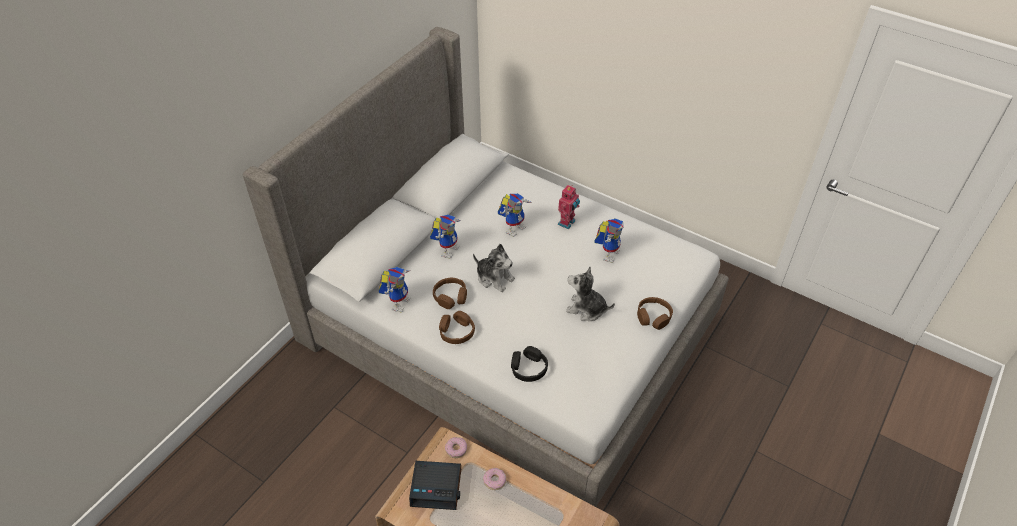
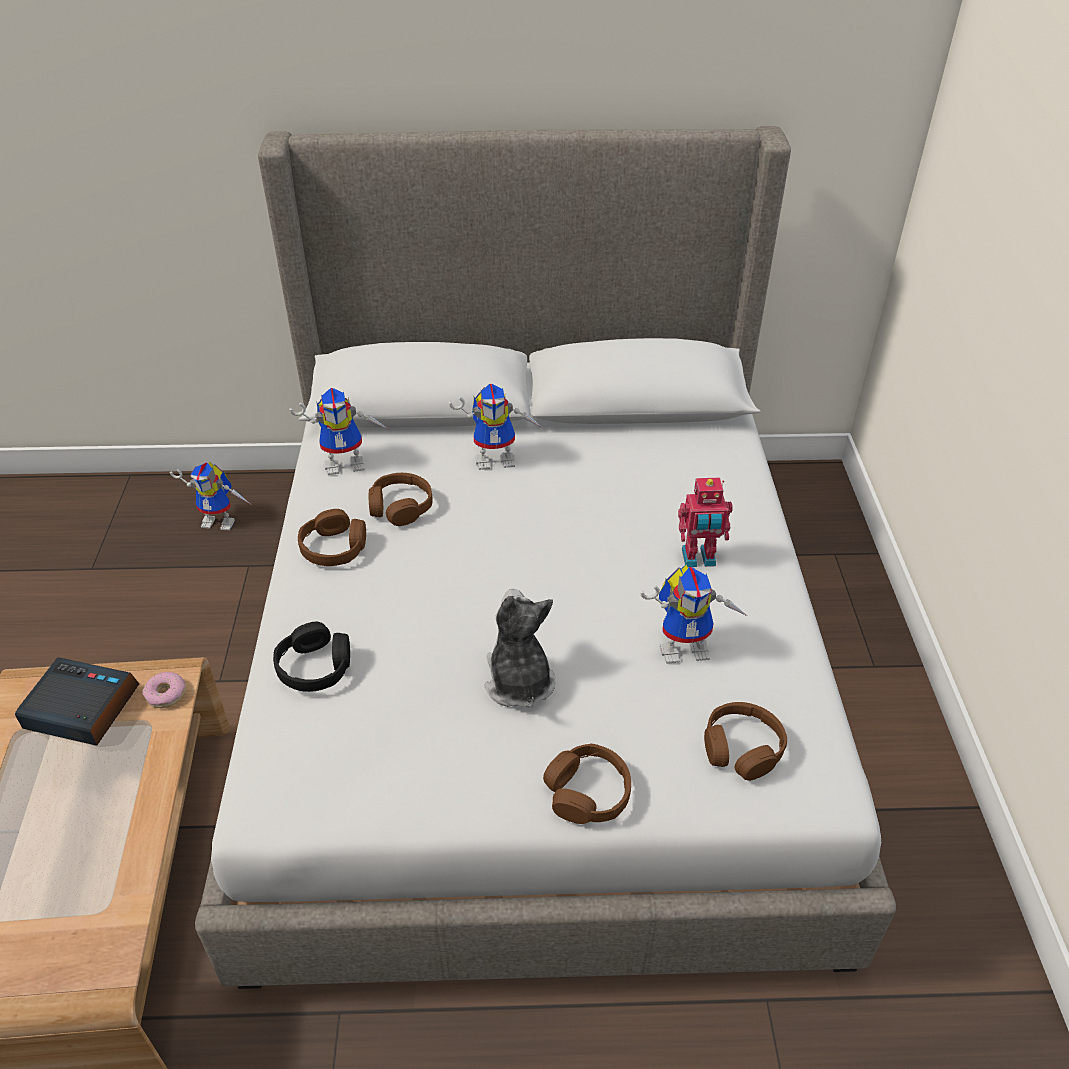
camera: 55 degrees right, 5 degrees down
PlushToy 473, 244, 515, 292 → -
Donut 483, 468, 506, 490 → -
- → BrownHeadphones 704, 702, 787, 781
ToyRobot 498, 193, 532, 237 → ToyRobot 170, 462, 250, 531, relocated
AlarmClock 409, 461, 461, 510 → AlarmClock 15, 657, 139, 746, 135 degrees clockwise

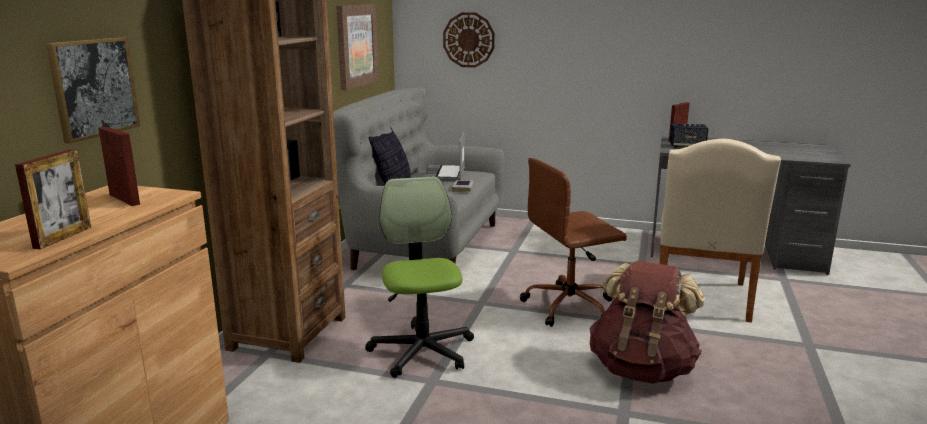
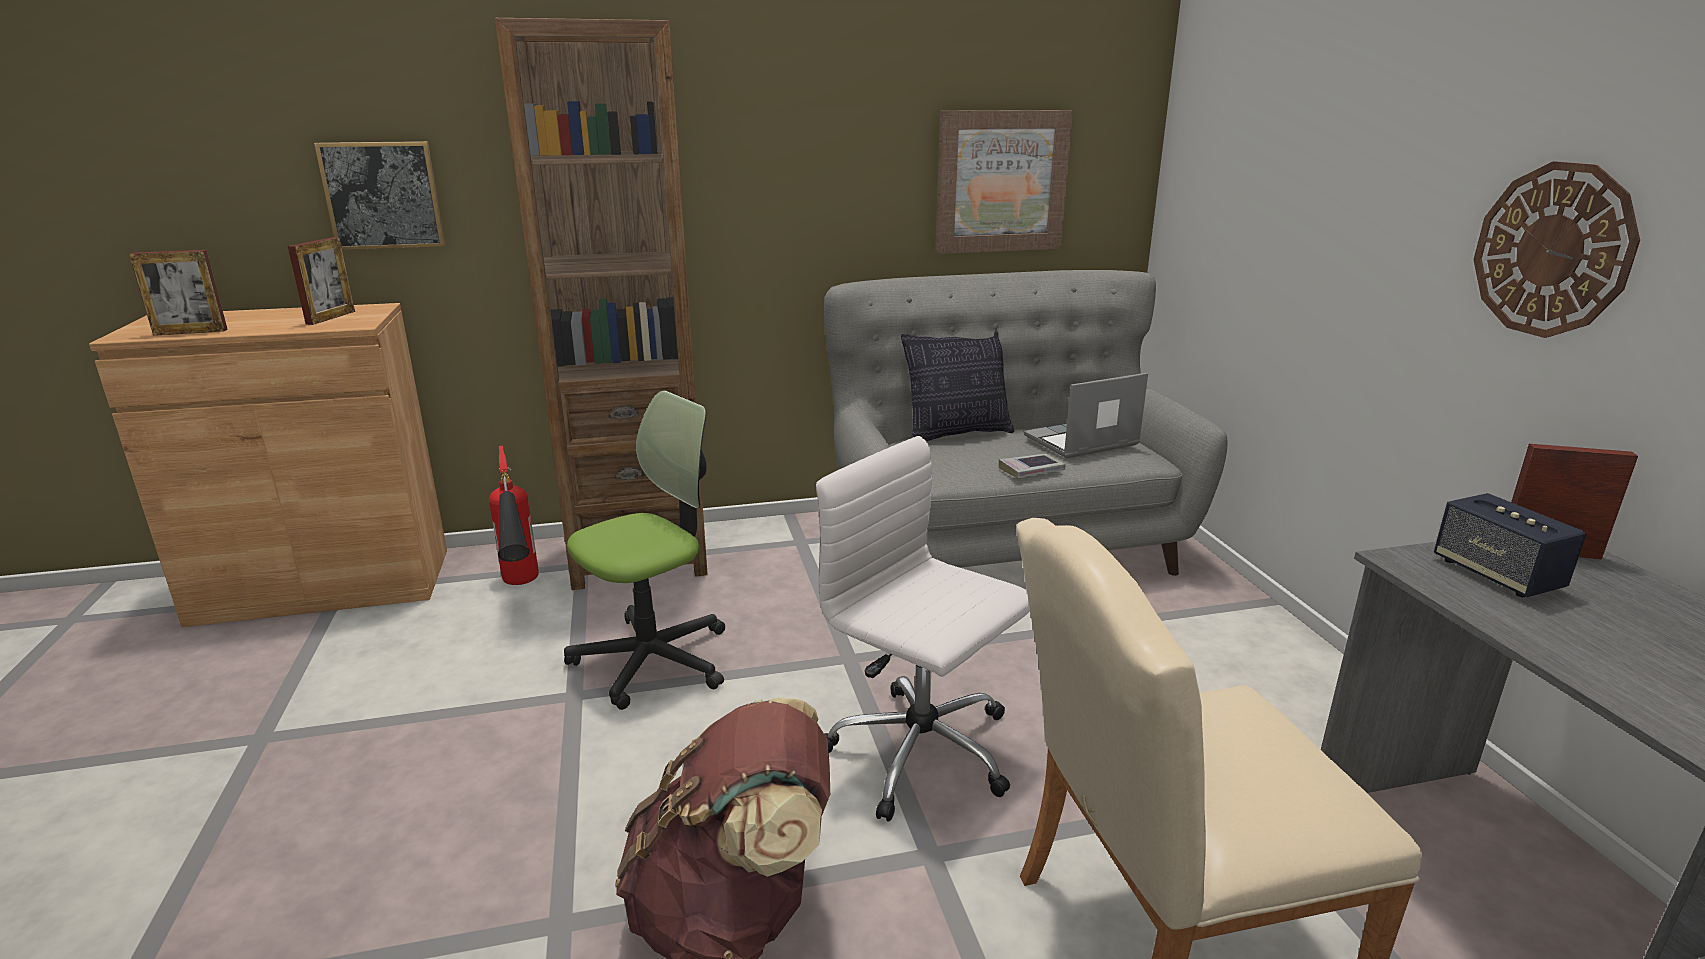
camera: 60 degrees right, 5 degrees up
- → FireExtinguisher 489, 446, 539, 585
WallClock 443, 12, 495, 68 → WallClock 1473, 161, 1640, 338, relocated
BrownOfficeChair 520, 158, 627, 327 → WhiteOfficeChair 816, 436, 1030, 822

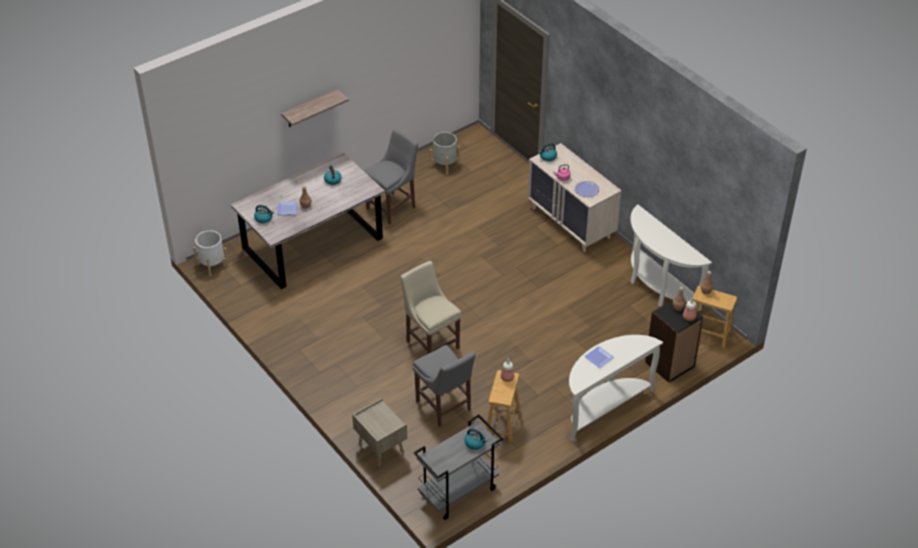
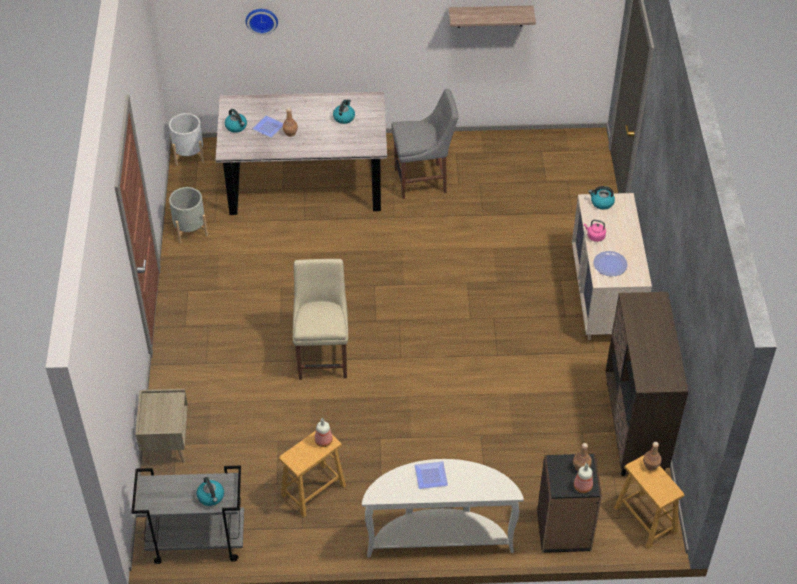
camera: 35 degrees right, 5 degrees up
GreyChair 413, 345, 476, 427 → -
- → WallClock 246, 9, 278, 35
Shelf 281, 89, 349, 127 → Shelf 449, 6, 536, 28, relocated
GreyPlanter 430, 132, 460, 175 → GreyPlanter 169, 187, 208, 243, relocated
WhiteConsoleTable 630, 205, 712, 311 → BrownCabinet 605, 292, 689, 476

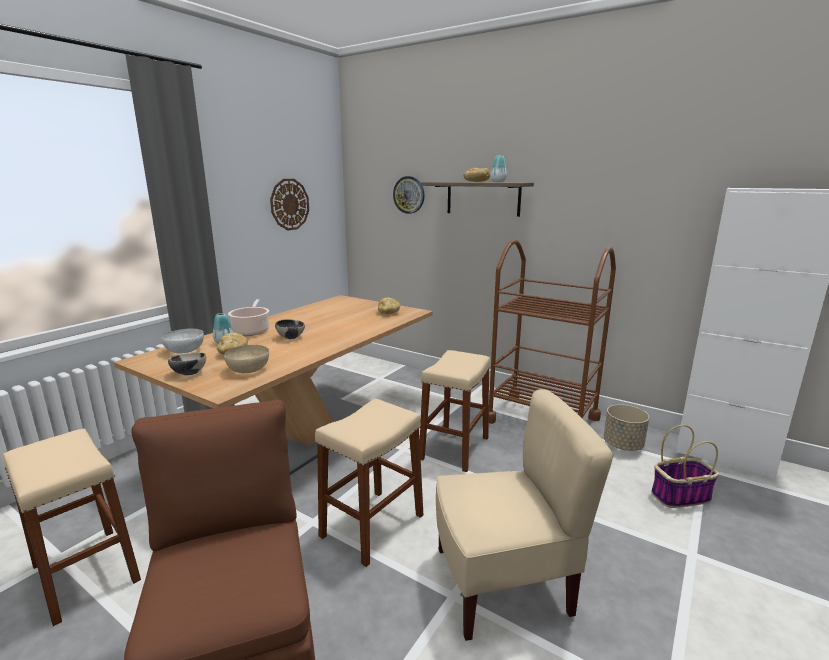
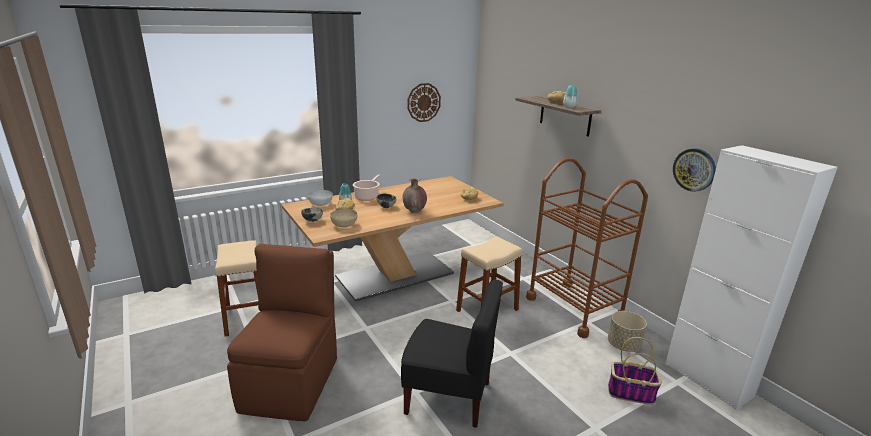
camera: 25 degrees right, 5 degrees up
BeigeStool 315, 399, 423, 567 → -
- → BrownVase 402, 178, 427, 213
WallClock 393, 176, 425, 214 → WallClock 673, 148, 716, 192, relocated
BeigeChair 436, 389, 614, 641 → BlackChair 401, 280, 503, 428

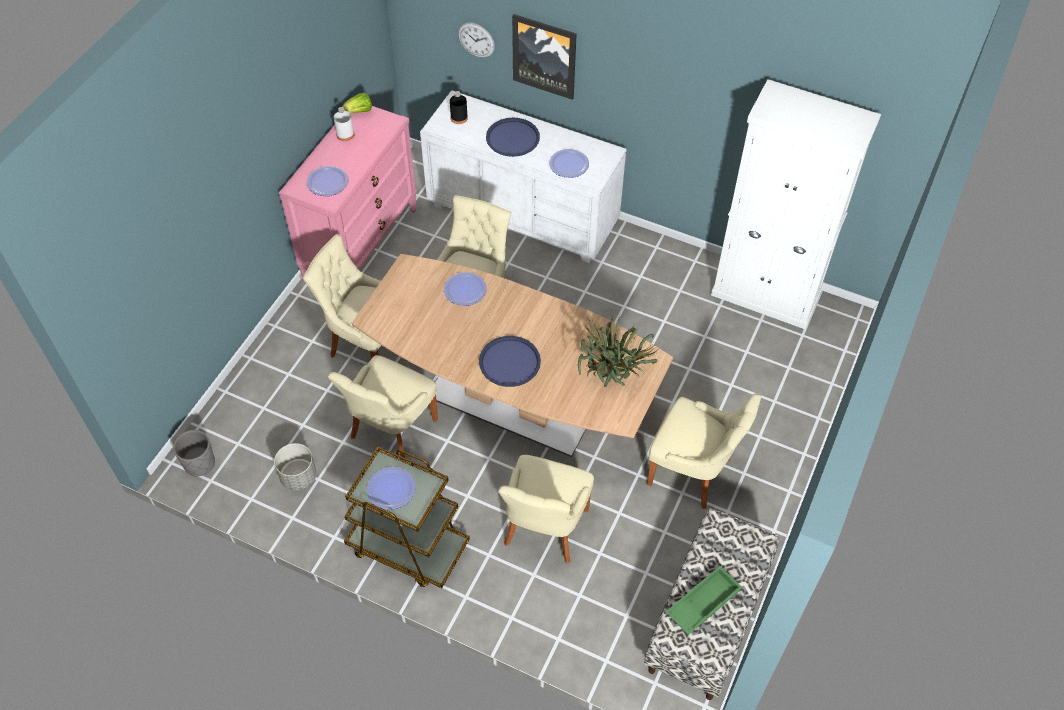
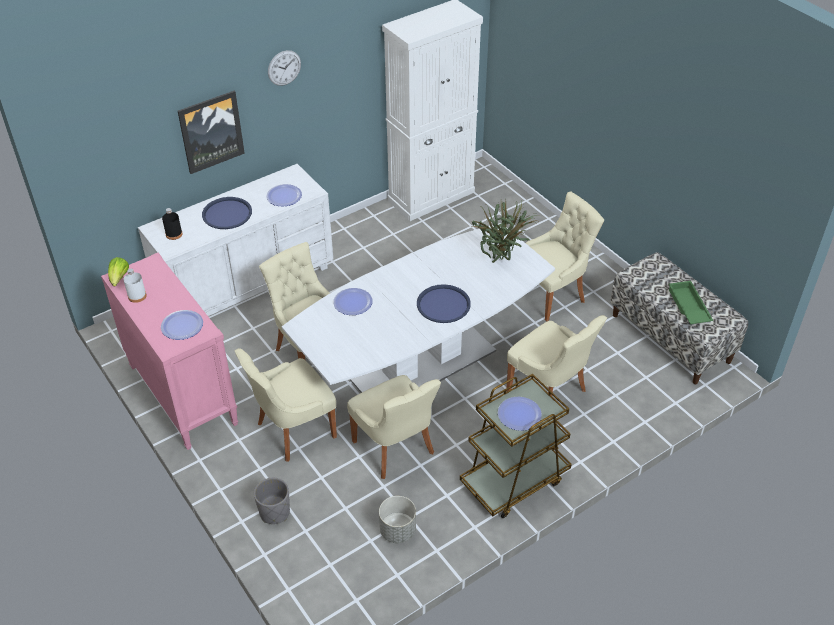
camera: 60 degrees left, 10 degrees down
GreyPlanter 173, 430, 215, 477 → GreyPlanter 254, 478, 290, 524, relocated
WallClock 458, 23, 495, 58 → WallClock 268, 50, 301, 86, relocated
BrownDiningTable 352, 254, 673, 457 → WhiteDiningTable 282, 223, 555, 393

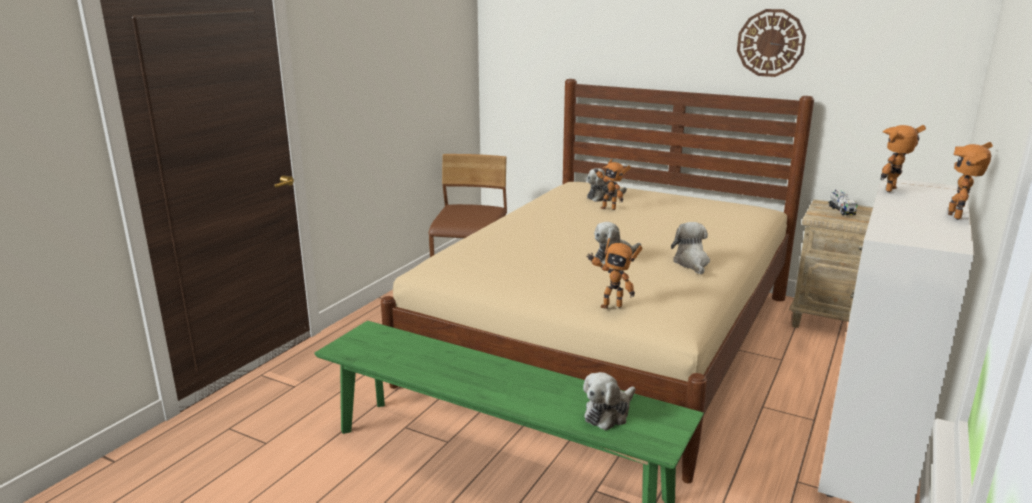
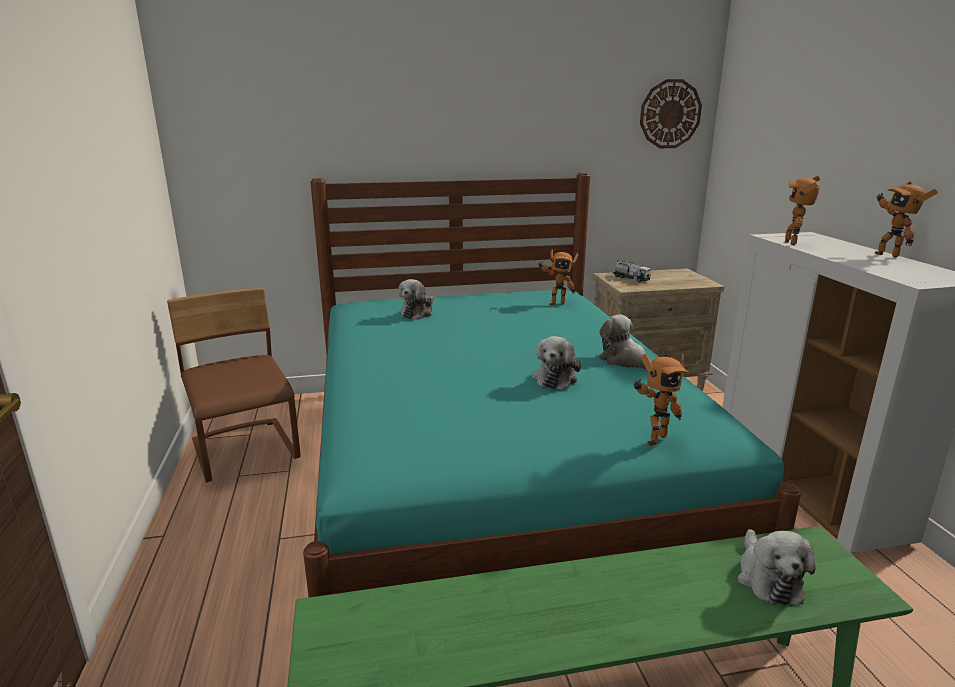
camera: 40 degrees left, 0 degrees up
ToyRobot 594, 159, 631, 210 → ToyRobot 537, 249, 578, 305, relocated
WallClock 737, 9, 806, 77 → WallClock 640, 79, 702, 148, relocated
BeigeBed 381, 79, 814, 483 → TurquoiseBed 303, 173, 801, 597

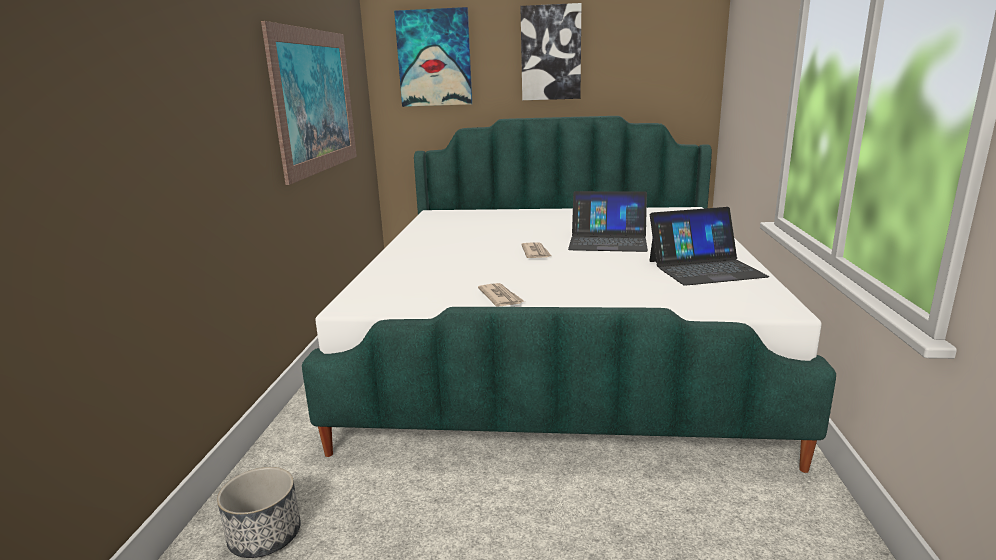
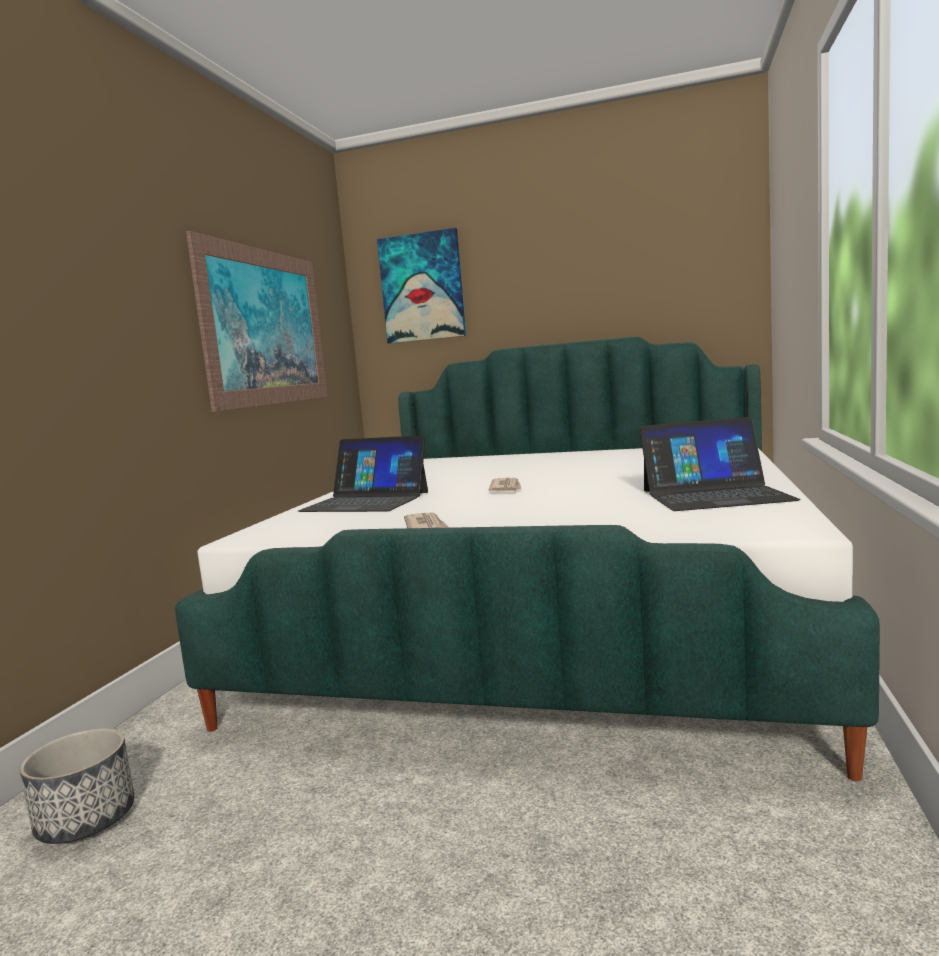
camera: 10 degrees right, 10 degrees down
Picture 520, 3, 581, 100 → -
Laptop 568, 191, 648, 252 → Laptop 298, 435, 428, 512, relocated

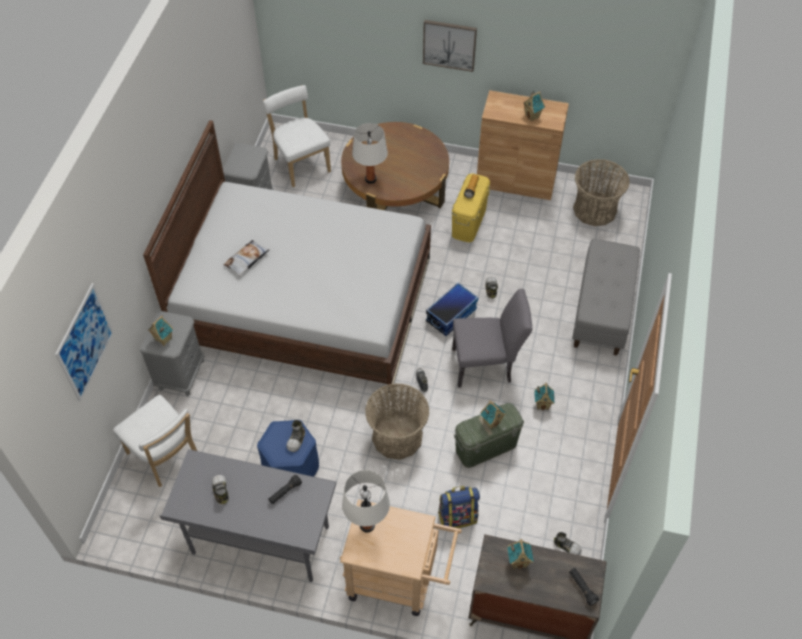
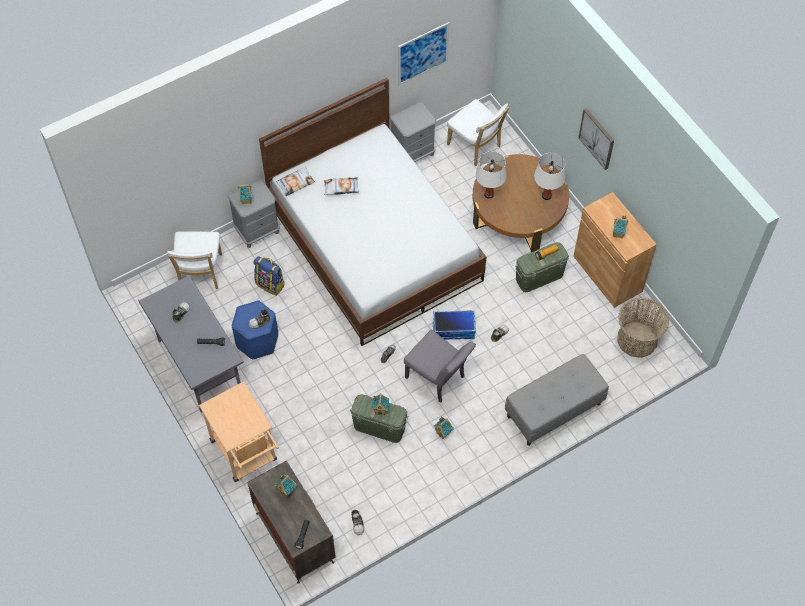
camera: 45 degrees right, 5 degrees up
Basket 365, 383, 430, 460 → -
- → Pillow 276, 167, 315, 196
Picture 55, 283, 114, 402 → Picture 398, 22, 449, 85, relocated
WhiteTableLamp 342, 470, 390, 533 → WhiteTableLamp 534, 153, 565, 200, relocated
Backpack 438, 486, 480, 528 → Backpack 253, 256, 285, 296, relocated
YellowStorageBox 452, 173, 490, 242 → GreenStorageBox 516, 242, 569, 292
WhiteChair 263, 85, 331, 187 → WhiteChair 447, 99, 509, 166, 120 degrees clockwise

